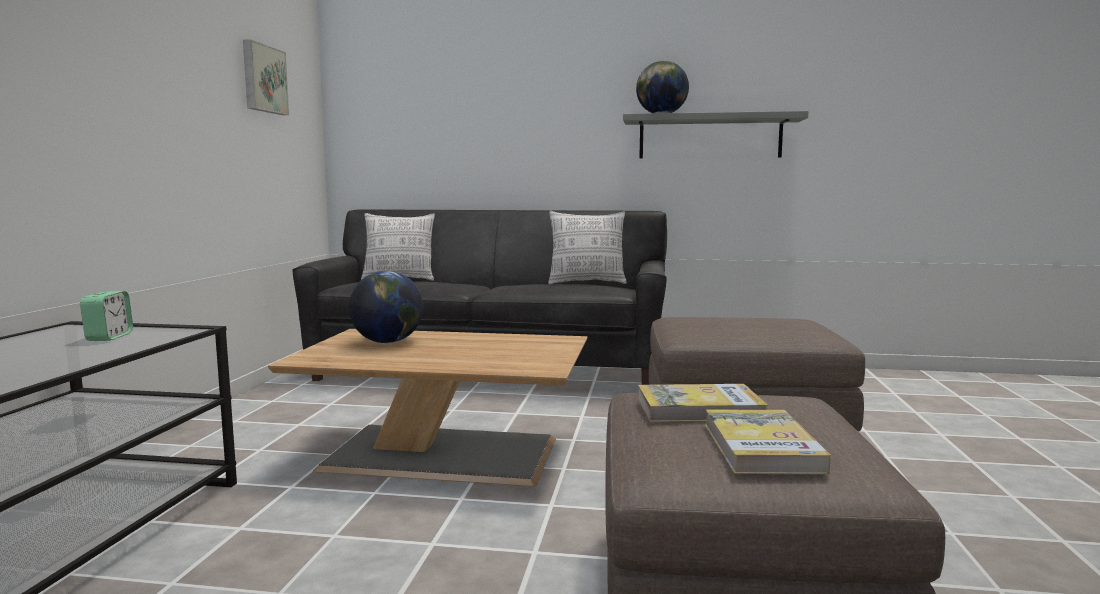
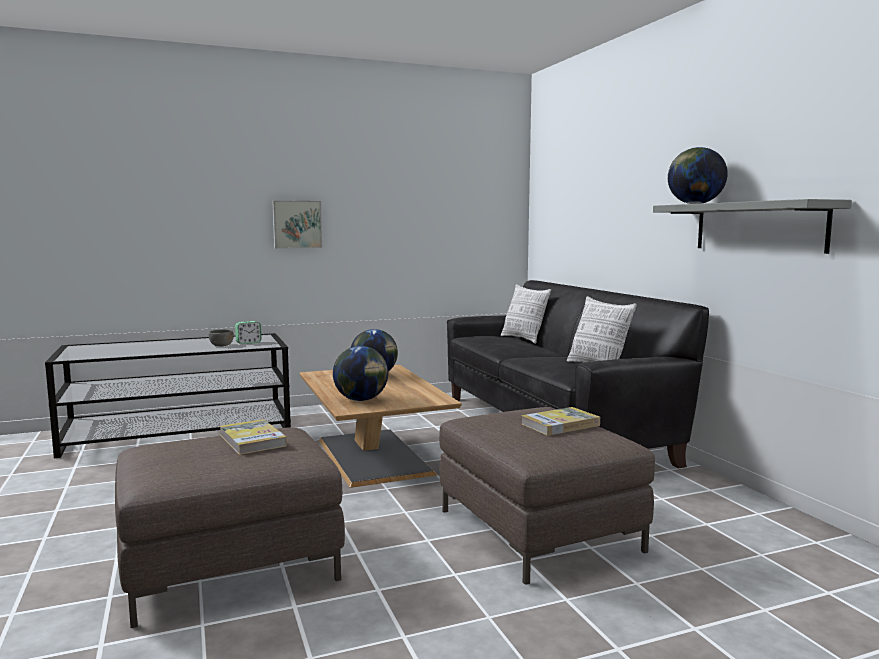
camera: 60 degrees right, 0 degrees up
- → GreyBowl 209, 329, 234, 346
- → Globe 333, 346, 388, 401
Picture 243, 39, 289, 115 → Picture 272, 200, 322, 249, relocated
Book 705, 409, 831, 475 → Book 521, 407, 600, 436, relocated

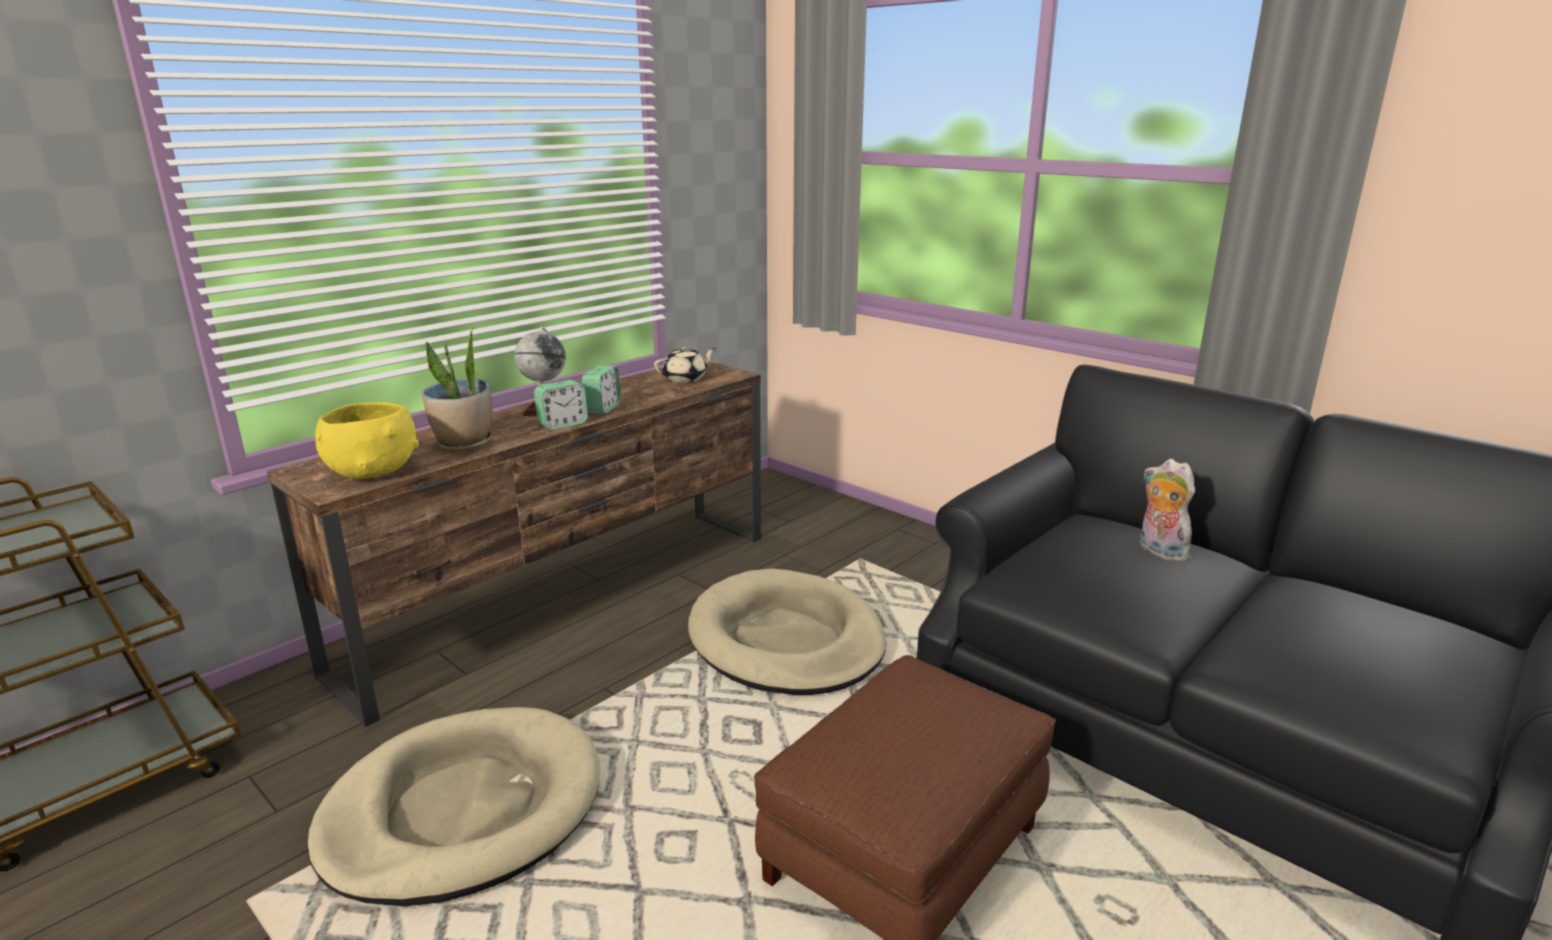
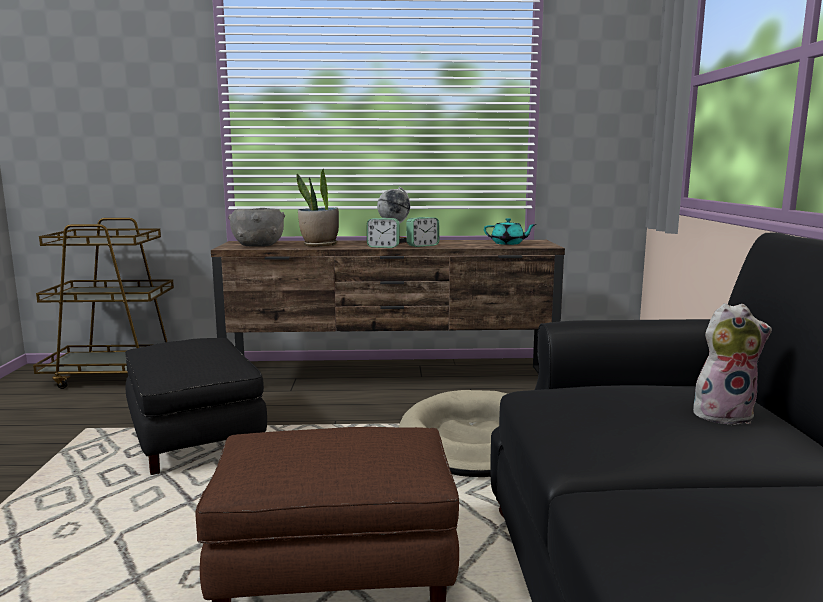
camera: 45 degrees right, 10 degrees down
BeigeDogBed 308, 707, 600, 906 → BlackOttoman 125, 338, 267, 475
YellowBowl 315, 402, 418, 479 → GreyBowl 228, 208, 285, 247
BeigeTeapot 654, 346, 716, 383 → TurquoiseTeapot 484, 218, 537, 245
PlushToy 1140, 459, 1195, 562 → PlushToy 693, 303, 772, 425, 75 degrees clockwise

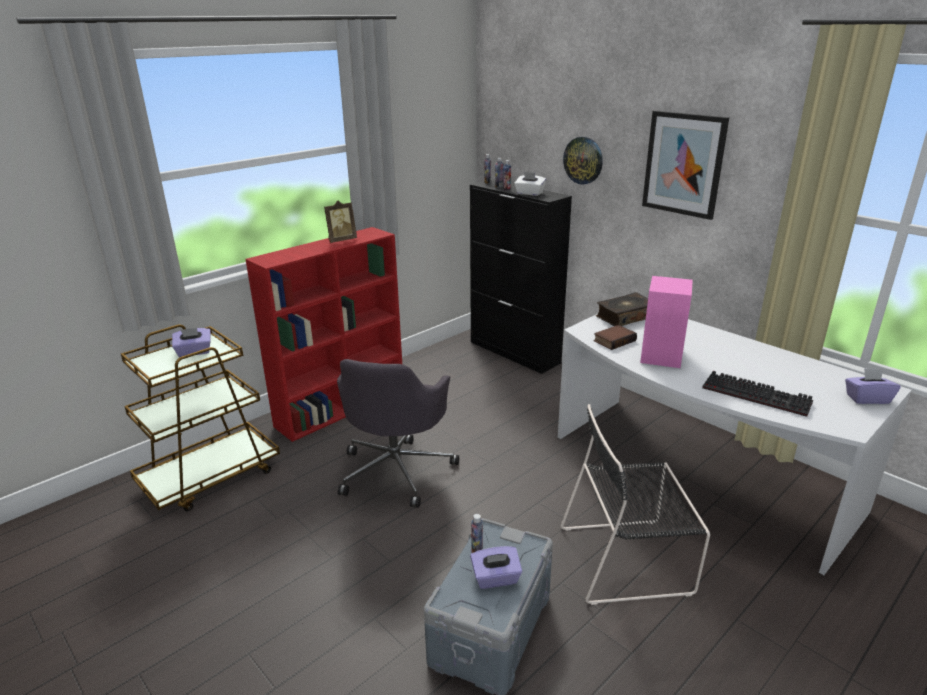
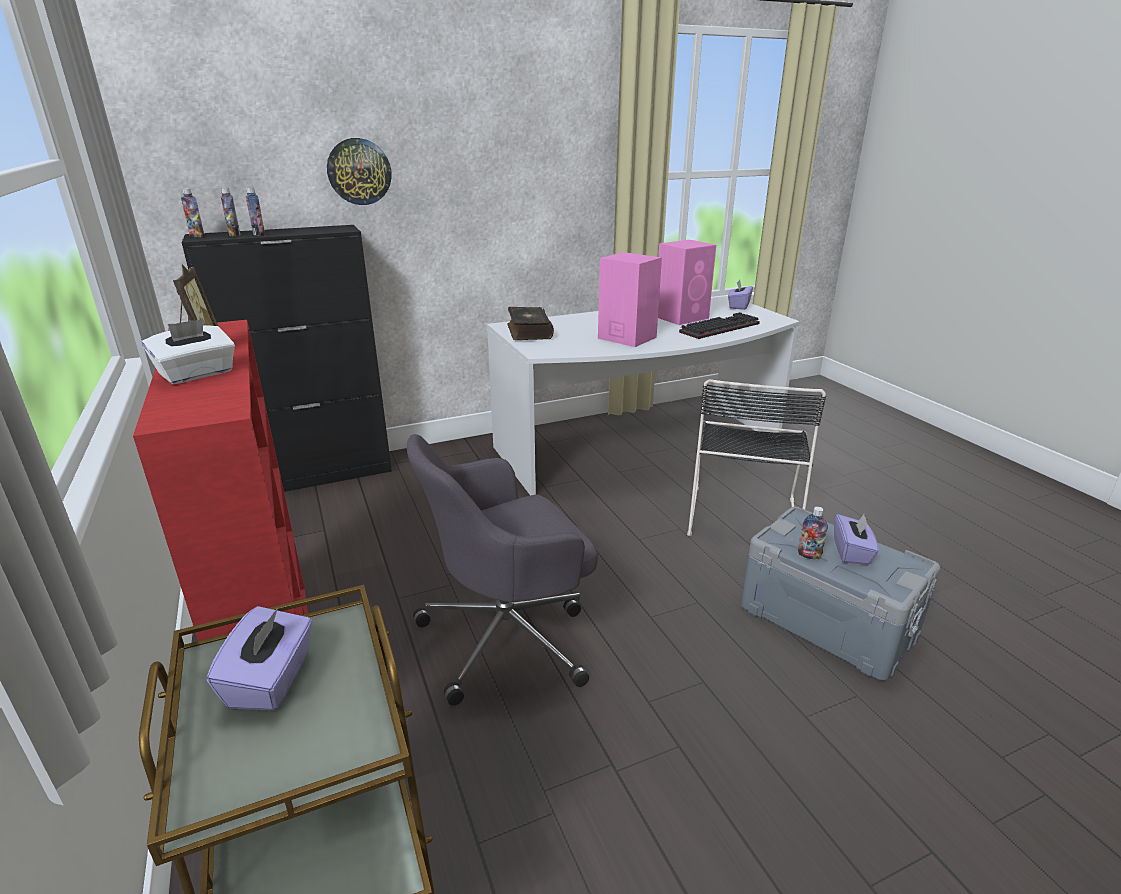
camera: 70 degrees left, 0 degrees up
Book 594, 325, 637, 350 → -
Picture 642, 111, 729, 220 → -
- → PinkSpeaker 658, 240, 716, 325
WhiteTissueBox 514, 172, 546, 196 → WhiteTissueBox 142, 319, 235, 384, relocated
GreyOfficeChair 337, 359, 459, 508 → GreyOfficeChair 407, 434, 598, 706, 120 degrees clockwise

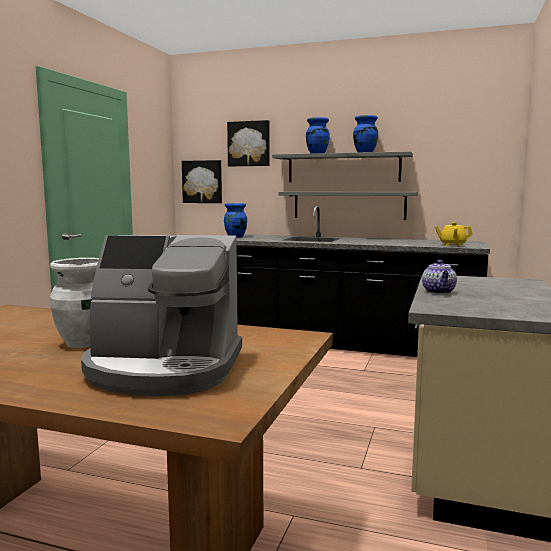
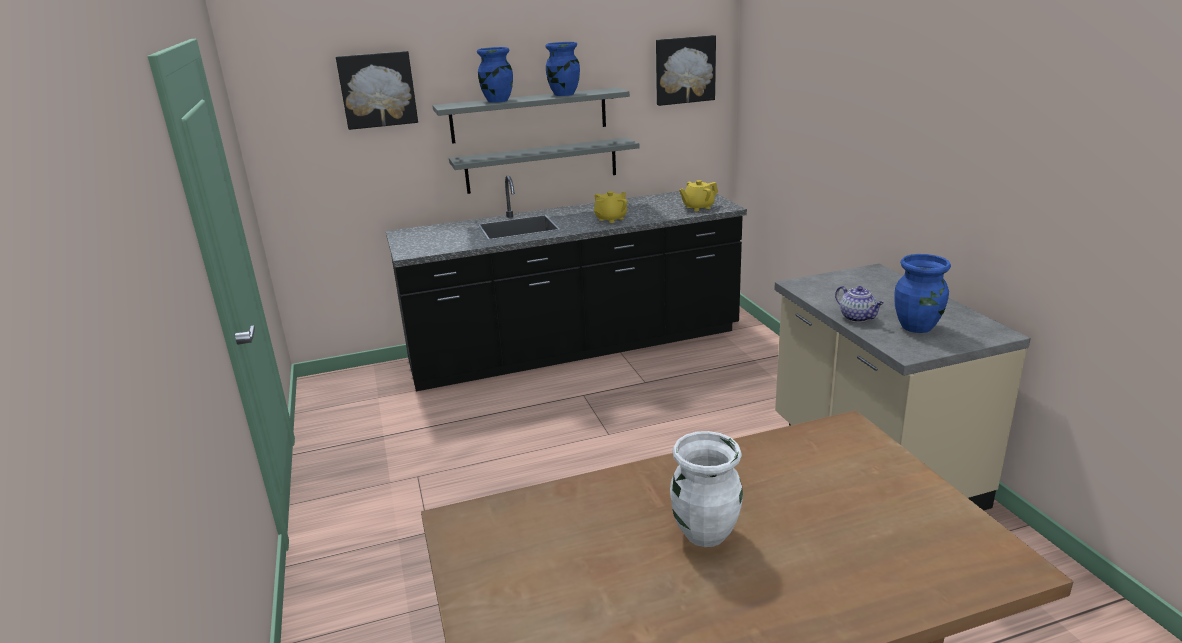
camera: 35 degrees left, 15 degrees up
CoffeeMachine 81, 235, 242, 396 → -
- → YellowTeapot 594, 191, 627, 223
Picture 182, 160, 222, 203 → Picture 656, 35, 716, 106, relocated
BlueVase 224, 203, 247, 238 → BlueVase 894, 254, 951, 333, relocated

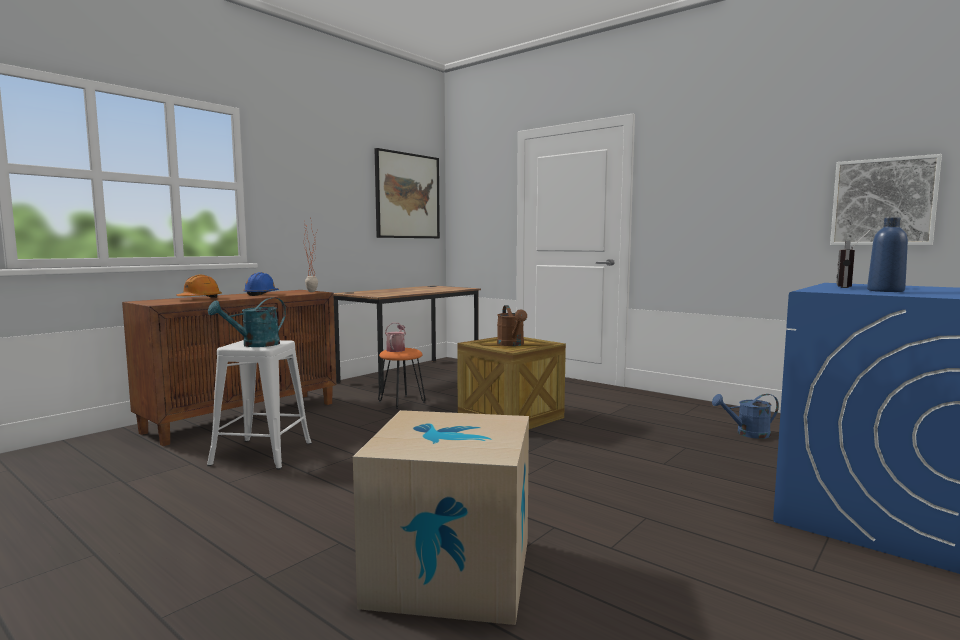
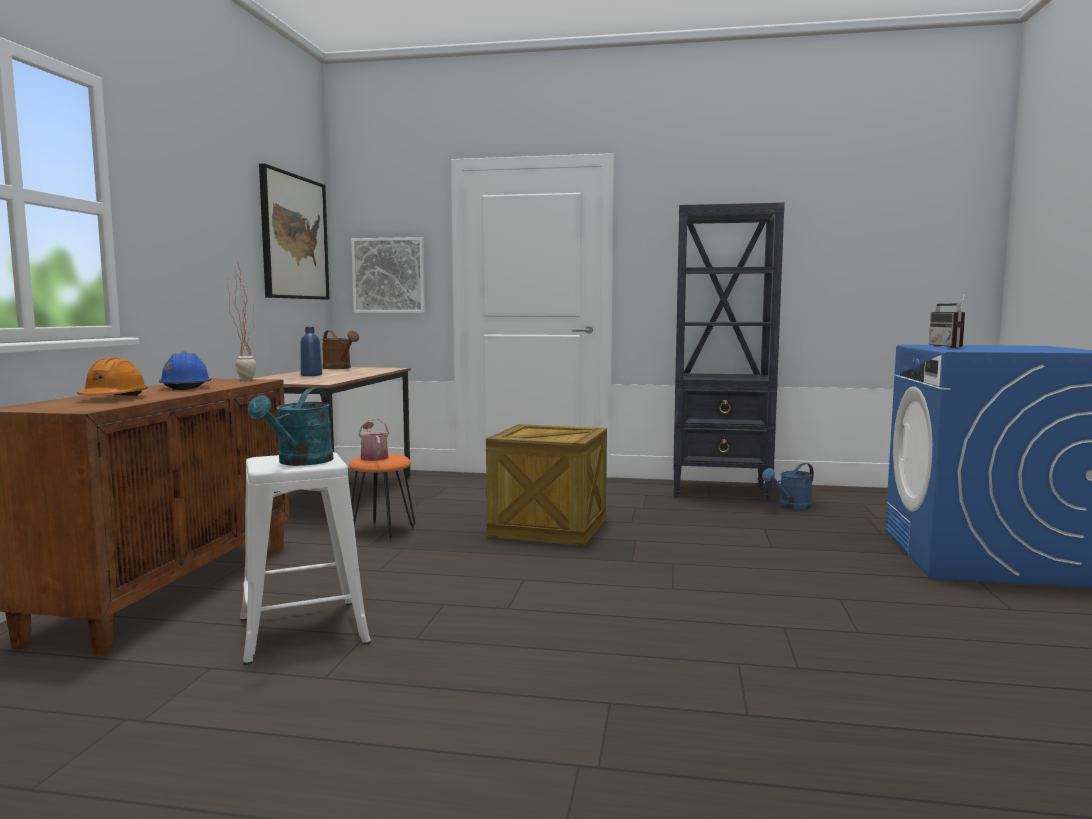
camera: 30 degrees left, 0 degrees up
CardboardBox 353, 410, 529, 625 → -
- → BlackBookcase 673, 202, 785, 502
BrownWateringCan 497, 305, 527, 346 → BrownWateringCan 322, 330, 359, 369, relocated
Picture 830, 154, 942, 245 → Picture 351, 237, 425, 313, relocated
BlueBottle 867, 217, 908, 292 → BlueBottle 300, 327, 322, 376, relocated

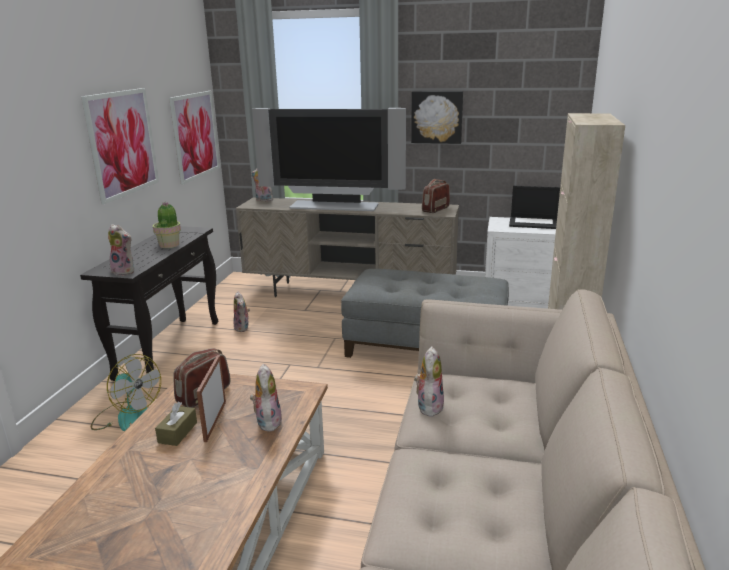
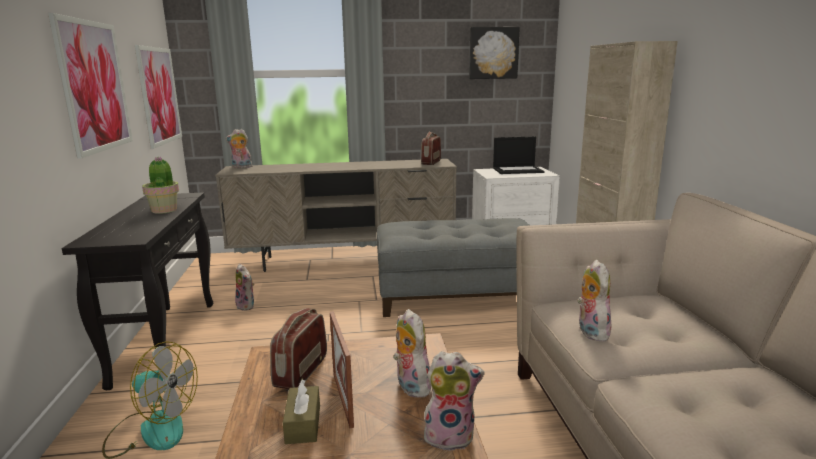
camera: 20 degrees left, 5 degrees down
Television 252, 108, 406, 211 → -
PlushToy 108, 224, 134, 276 → PlushToy 424, 351, 485, 451, relocated
Picture 411, 91, 463, 144 → Picture 469, 27, 520, 79, relocated

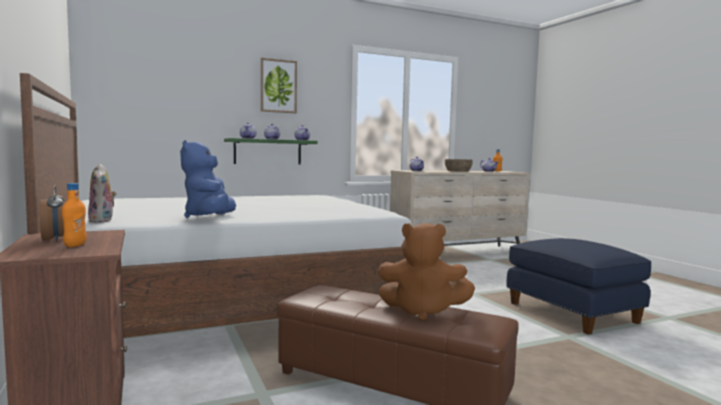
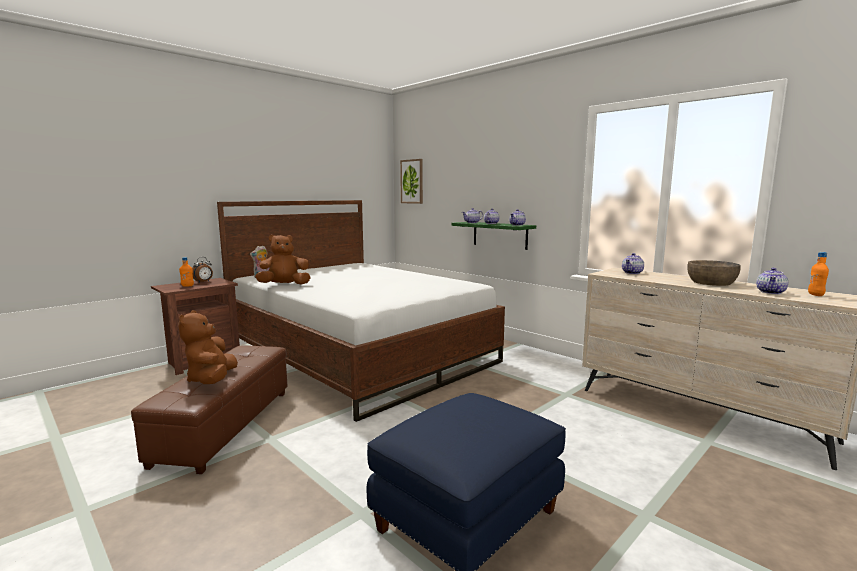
camera: 70 degrees right, 5 degrees up
Picture 261, 58, 297, 113 → Picture 400, 159, 423, 204, relocated
BluePlushToy 180, 140, 236, 218 → BrownPlushToy 255, 234, 311, 285

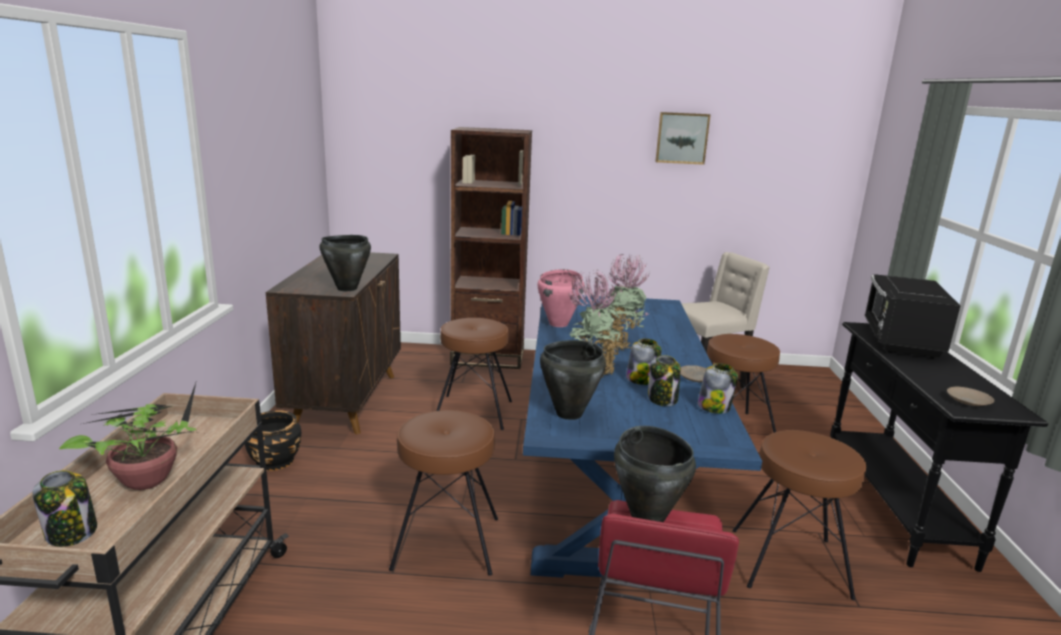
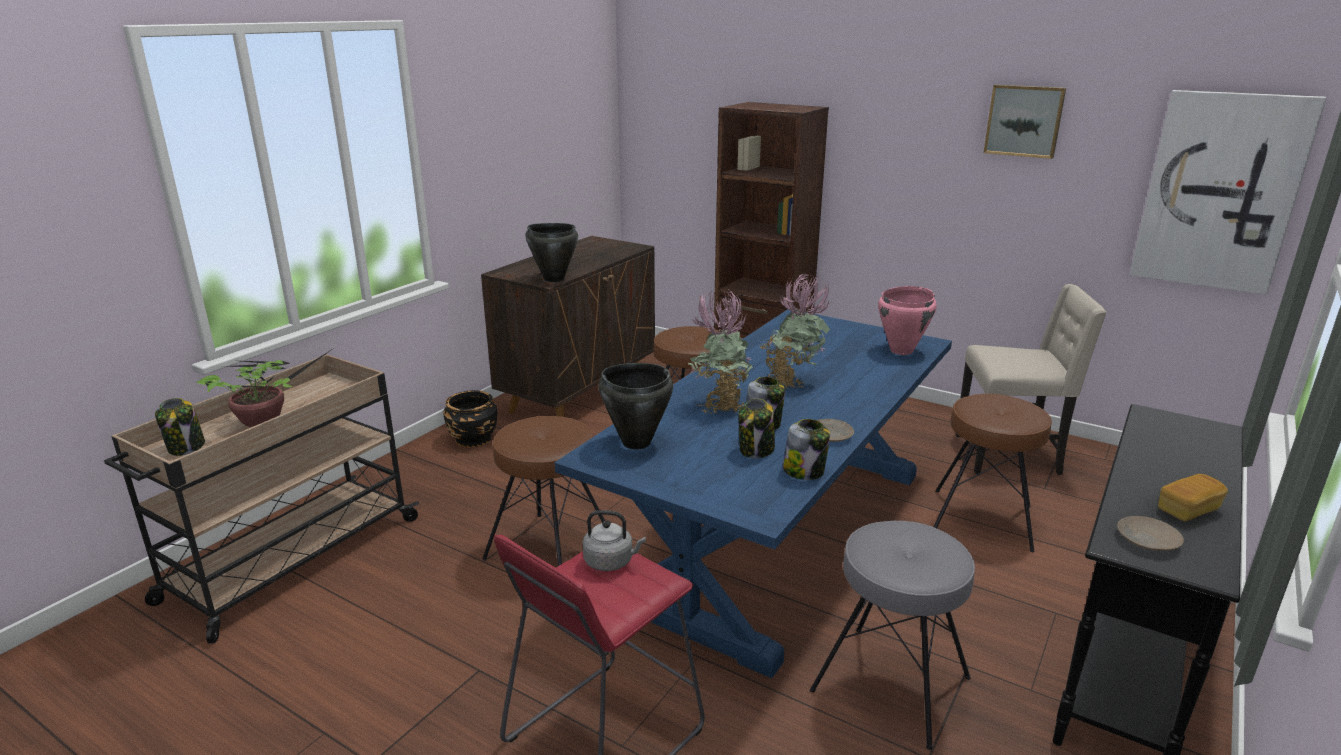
camera: 30 degrees right, 5 degrees up
BlackMicrowave 865, 274, 960, 358 → -
- → Picture 1130, 90, 1326, 295
- → Bread 1158, 474, 1228, 521
PinkCookingPot 537, 269, 584, 327 → PinkCookingPot 878, 286, 937, 355, relocated
BlackCookingPot 614, 426, 696, 522 → GreyKettle 583, 510, 646, 571
BrownStool 732, 430, 867, 600 → GreyStool 810, 521, 975, 750

